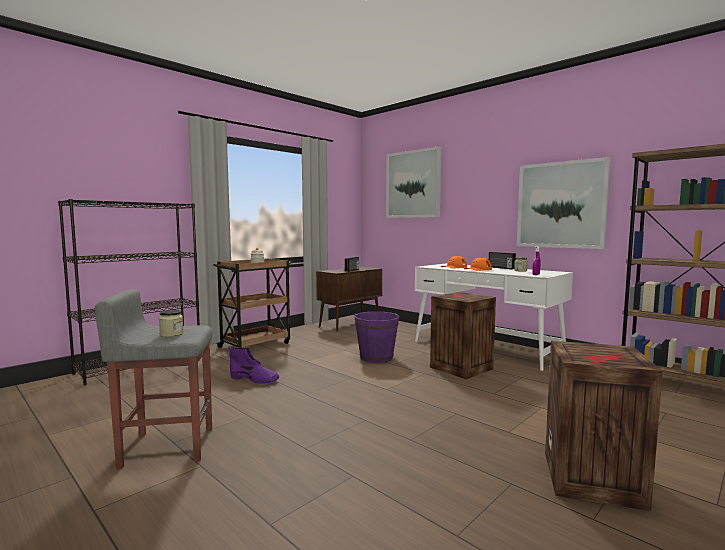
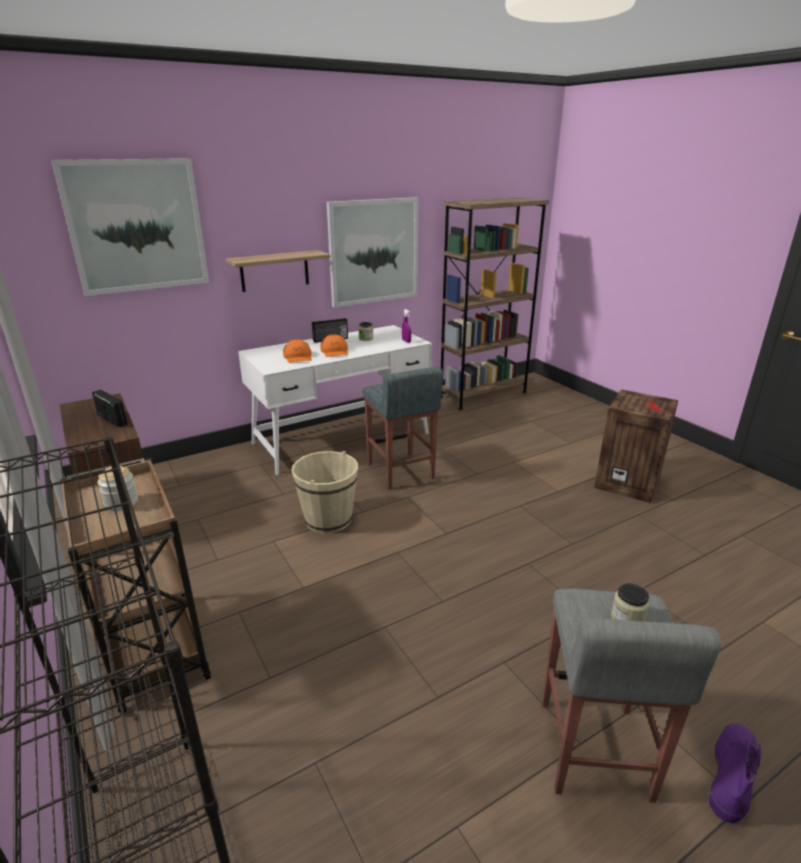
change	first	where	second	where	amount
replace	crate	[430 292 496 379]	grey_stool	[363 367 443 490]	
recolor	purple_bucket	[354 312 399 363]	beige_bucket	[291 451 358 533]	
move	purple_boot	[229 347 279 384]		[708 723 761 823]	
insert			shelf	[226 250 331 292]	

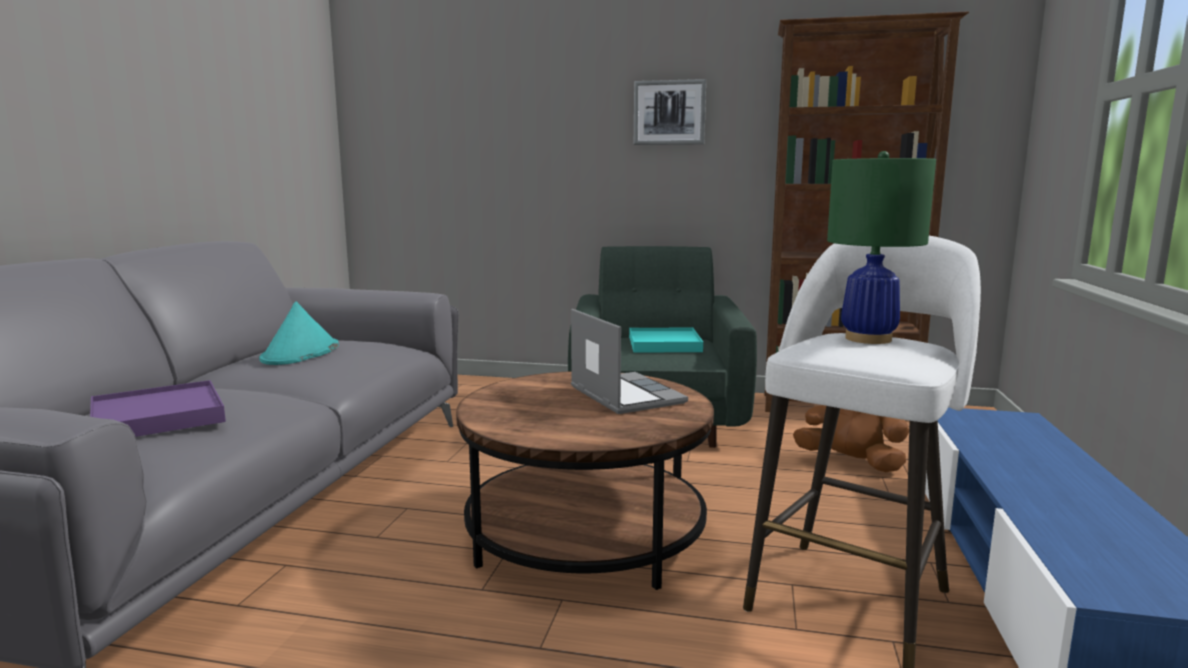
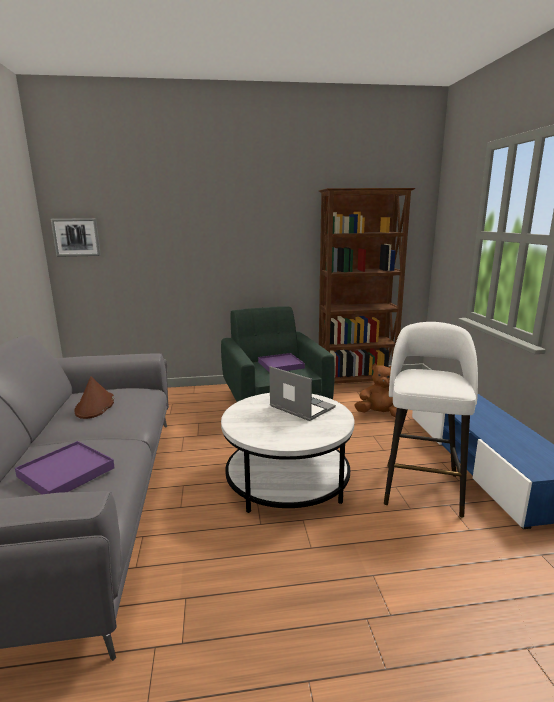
change	first	where	second	where	amount
move	picture	[634 79 706 145]		[51 218 101 257]	
delete	green_table_lamp	[827 151 936 344]			
recolor	turquoise_hat	[259 301 339 365]	brown_hat	[74 376 114 419]	
recolor	turquoise_tray	[629 328 703 352]	purple_tray	[258 353 305 372]	
recolor	brown_coffee_table	[456 371 714 590]	white_coffee_table	[221 393 354 513]	

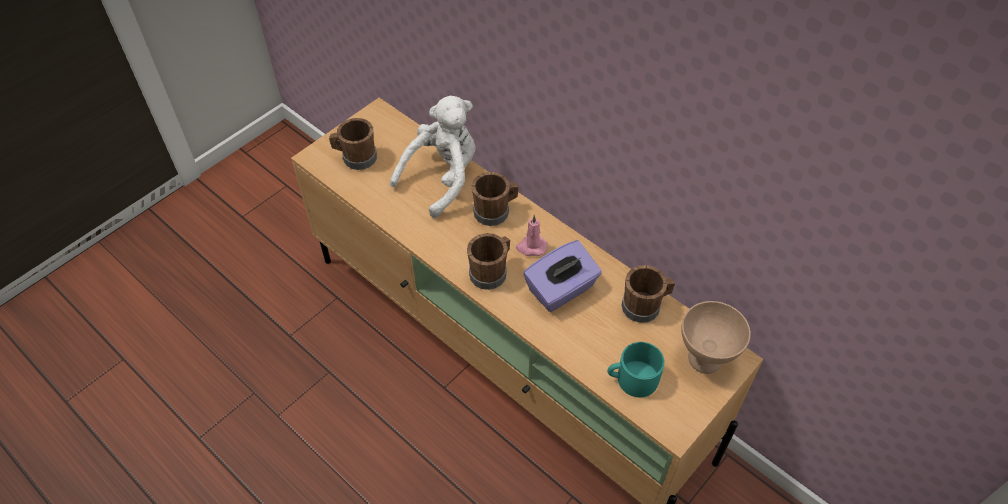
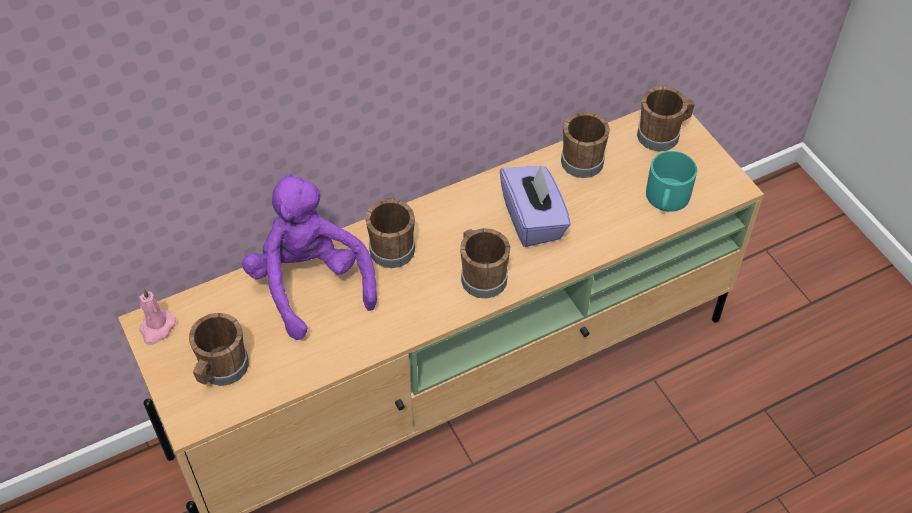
change	first	where	second	where	amount
recolor	white_plush_toy	[390 96 476 218]	purple_plush_toy	[242 173 377 340]	
move	pink_candle	[516 215 547 256]		[139 288 176 345]	
replace	beige_bowl	[681 301 751 374]	brown_mug	[637 86 695 151]	

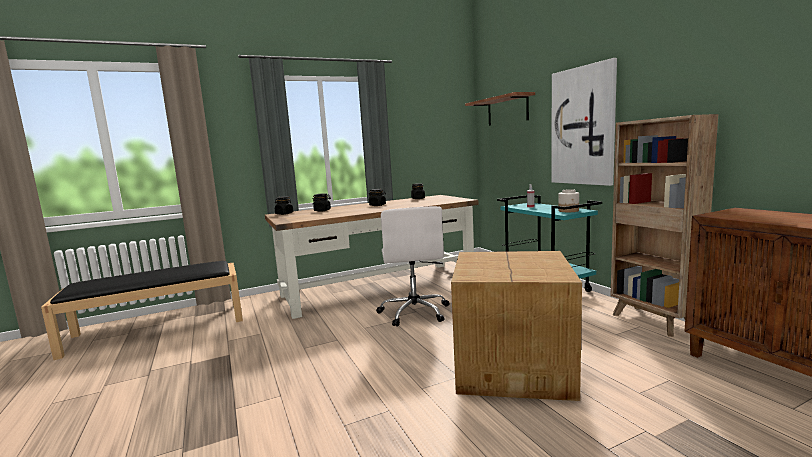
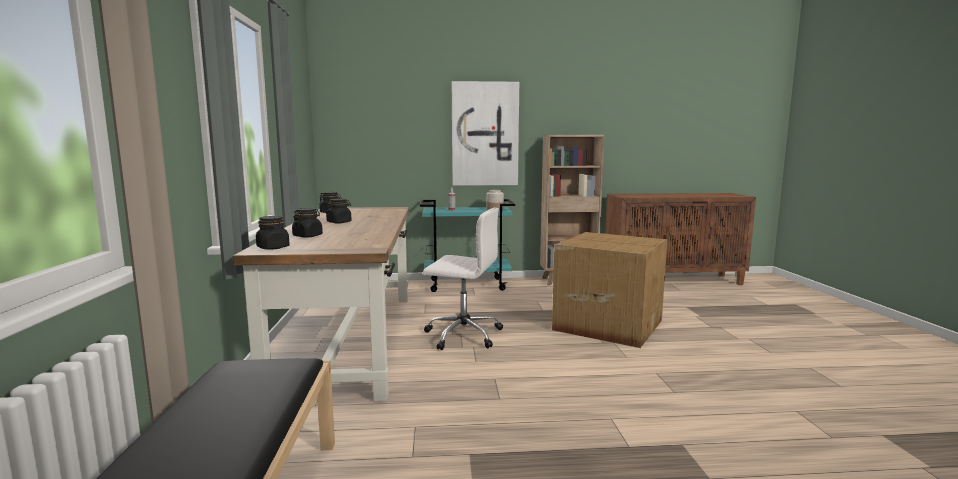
change	first	where	second	where	amount
delete	shelf	[465 92 535 126]			

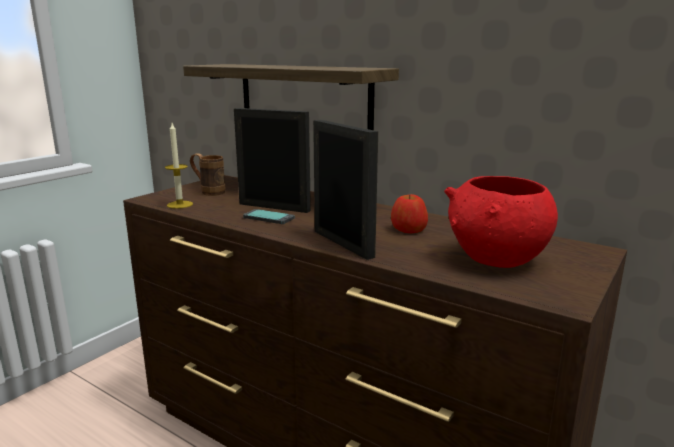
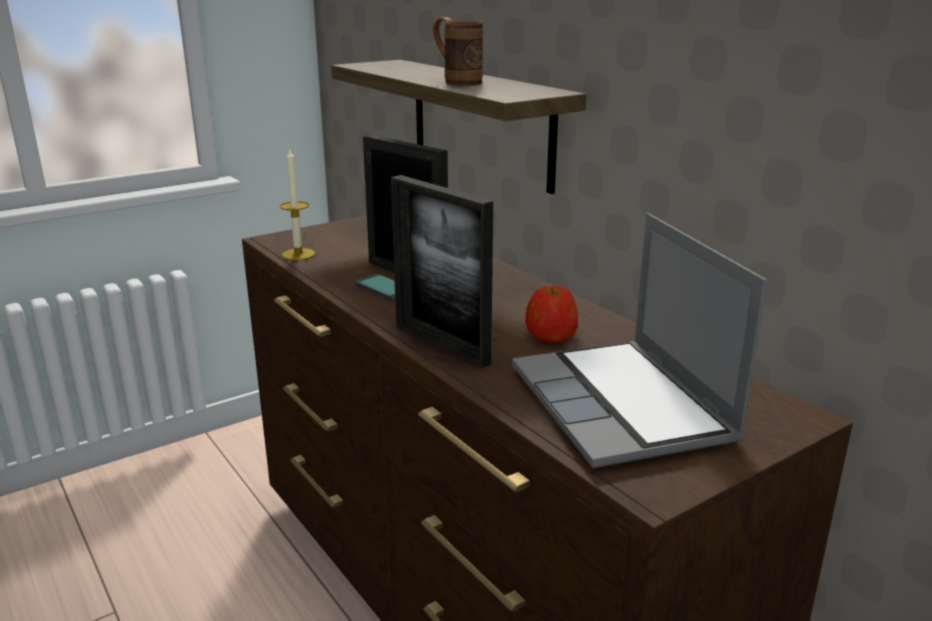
change	first	where	second	where	amount
rotate	picture_frame	[313 120 378 260]		[391 175 493 369]	150 degrees clockwise
move	brown_mug	[190 153 225 196]		[433 17 483 86]	
replace	red_bowl	[444 176 558 268]	laptop	[512 213 767 468]	

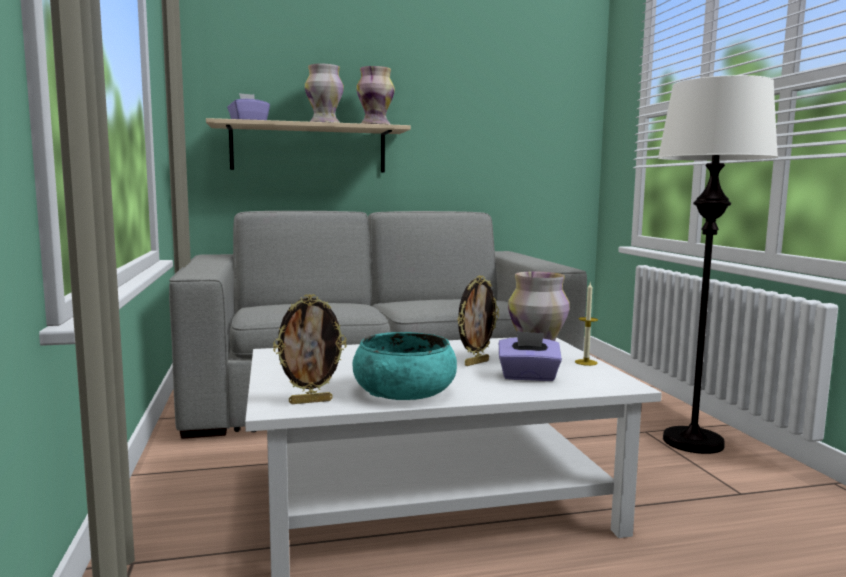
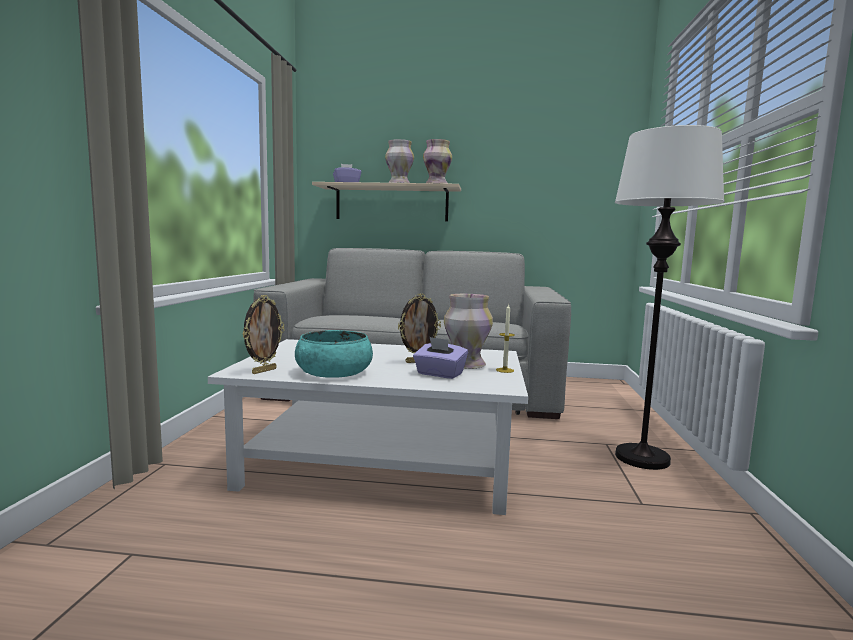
change	first	where	second	where	amount
rotate	picture_frame	[273 294 347 404]		[242 295 285 374]	60 degrees counterclockwise

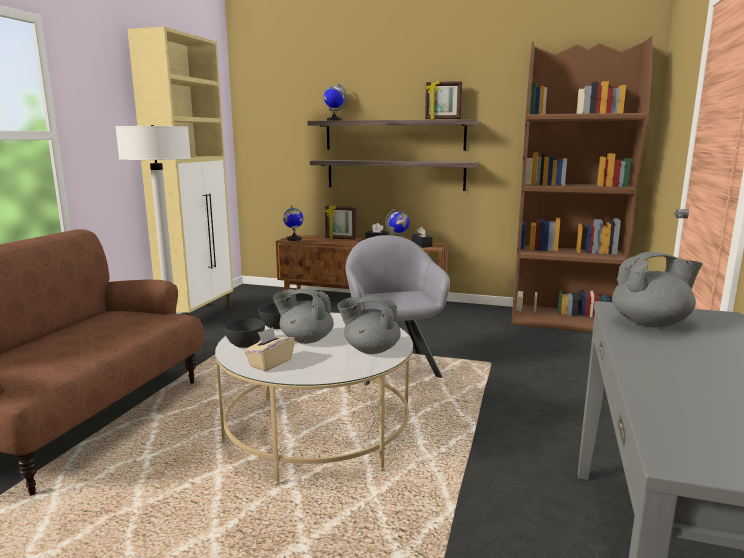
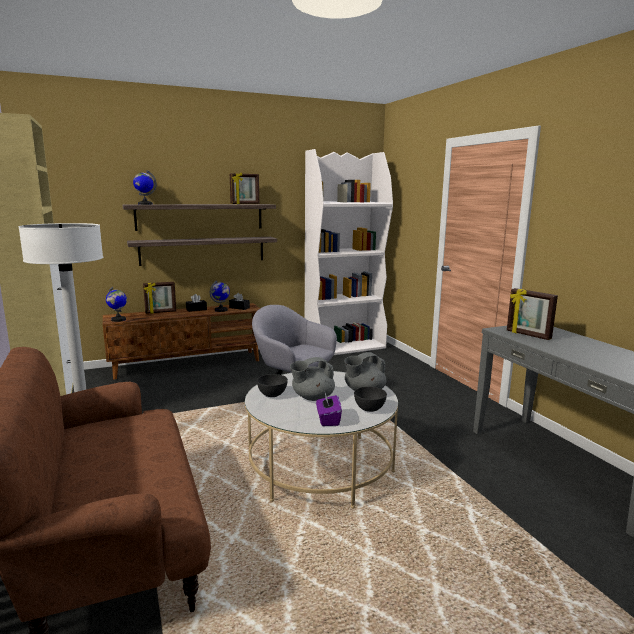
change	first	where	second	where	amount
recolor	brown_bookcase	[512 36 653 332]	white_bookcase	[305 149 393 355]	
replace	grey_teapot	[612 252 703 328]	picture_frame	[507 288 558 340]	
move	grey_bowl	[224 318 265 348]		[354 387 387 412]	
recolor	beige_tissue_box	[244 327 295 371]	purple_tissue_box	[316 393 342 426]	

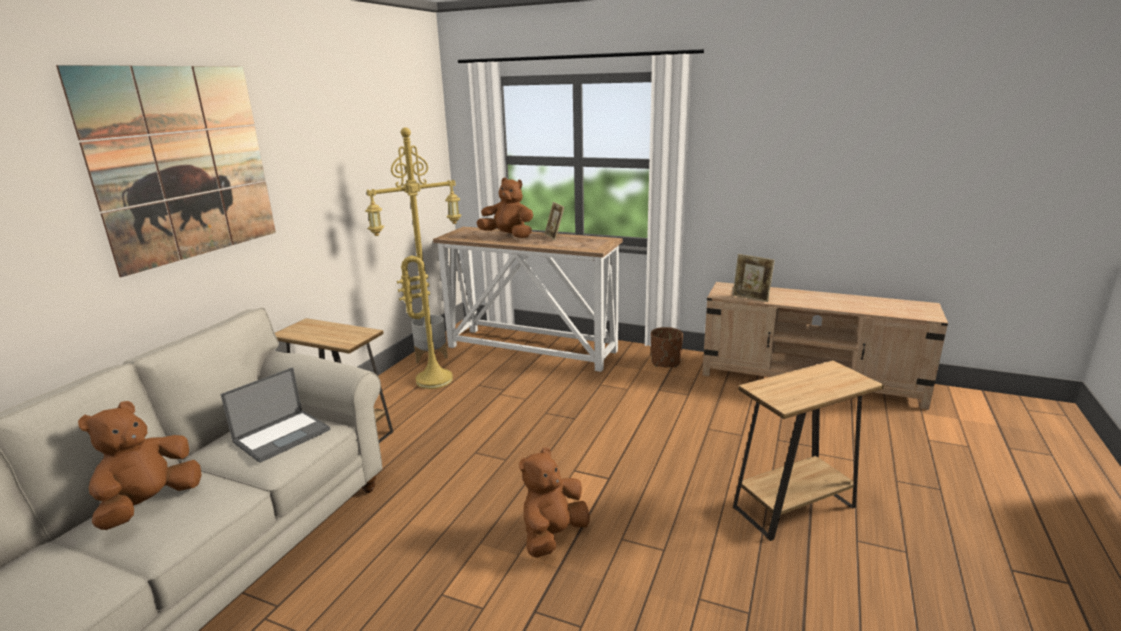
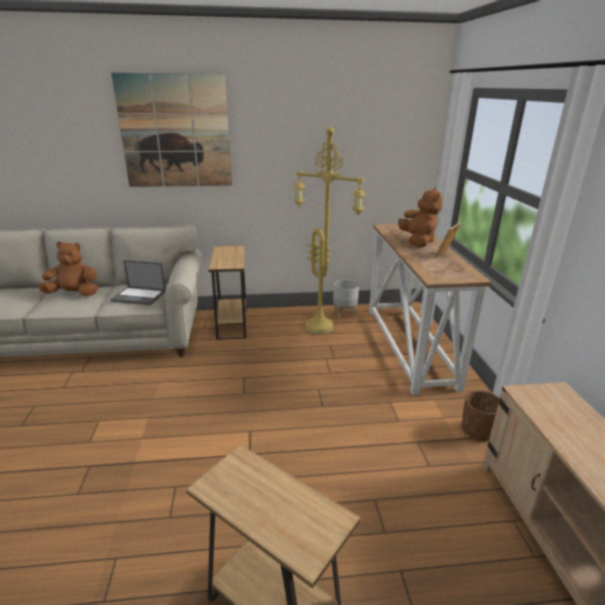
change	first	where	second	where	amount
delete	picture_frame	[733 254 775 302]			
delete	brown_plush_toy	[519 447 590 558]			

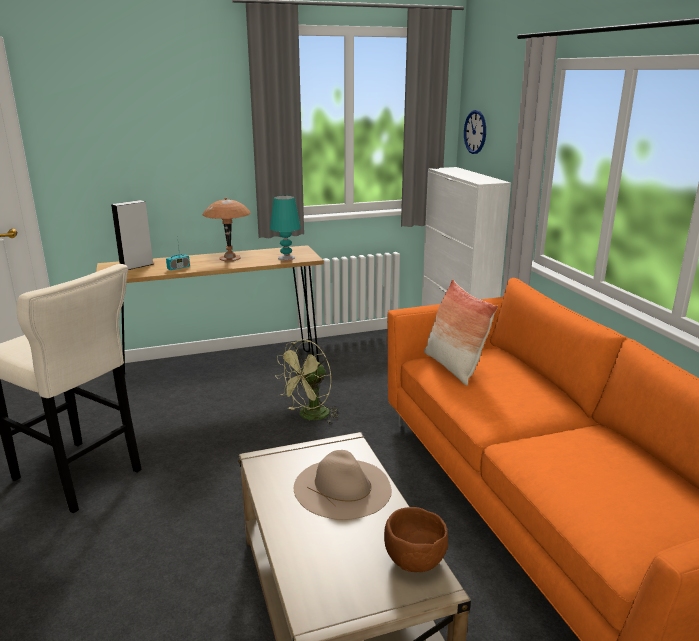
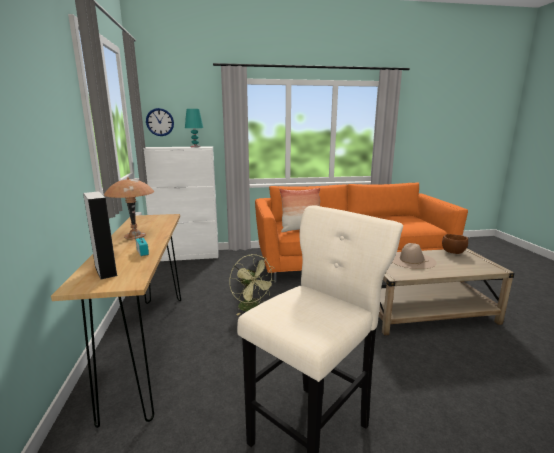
change	first	where	second	where	amount
move	turquoise_table_lamp	[270 195 301 261]		[185 109 203 147]	

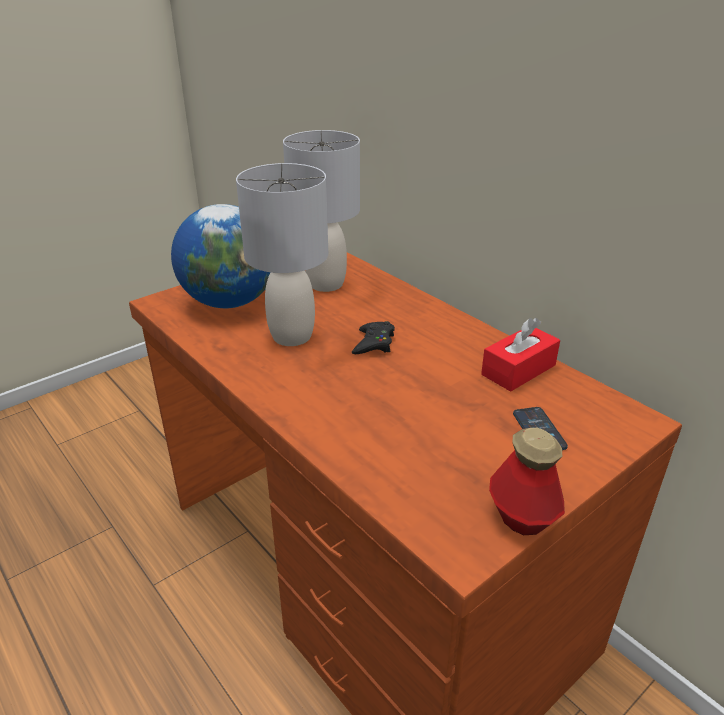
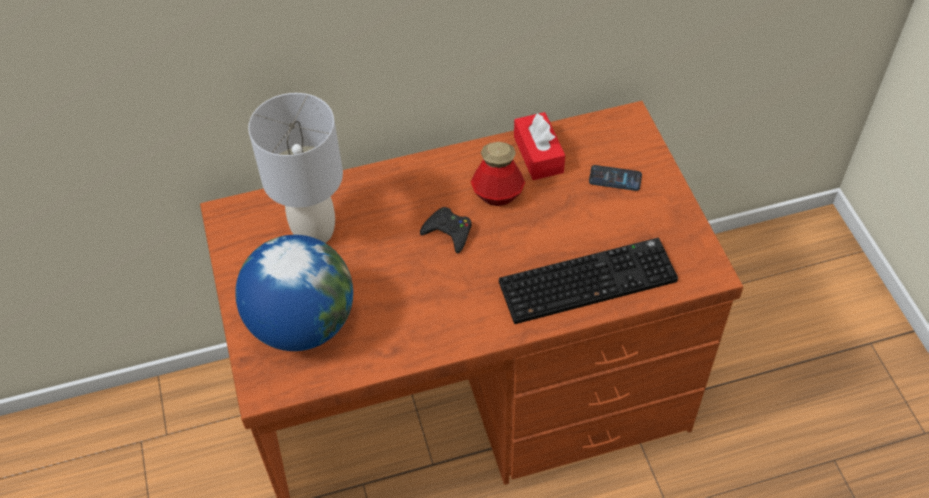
change	first	where	second	where	amount
delete	grey_table_lamp	[236 163 328 346]			
move	bottle	[489 428 565 535]		[471 142 525 206]	
insert			keyboard	[499 238 678 324]	

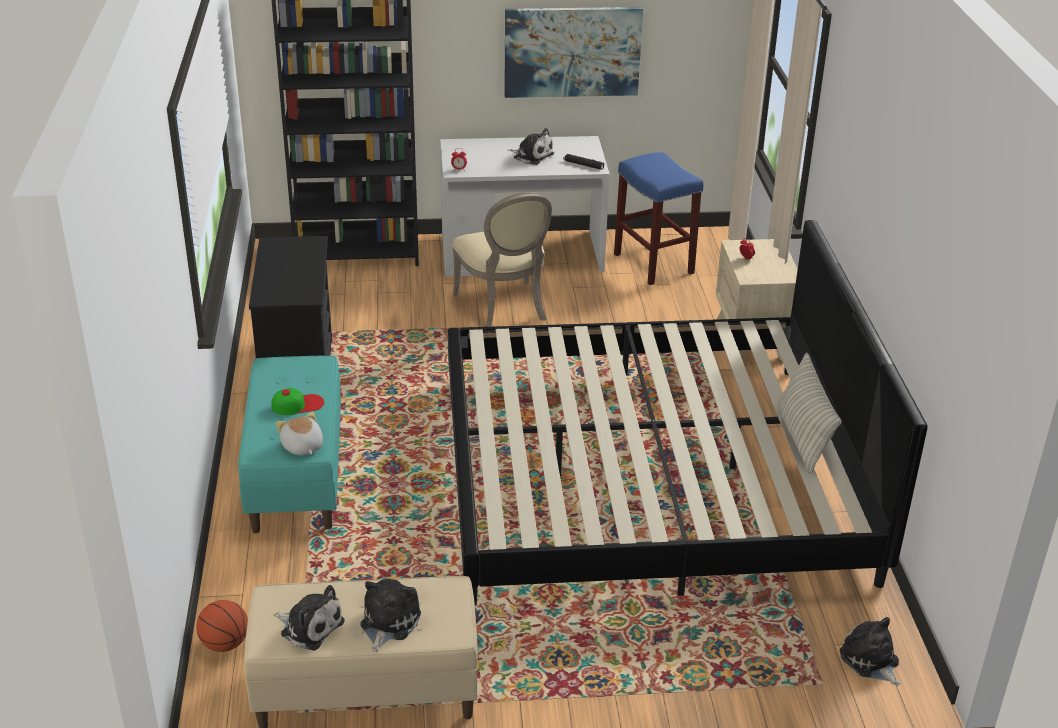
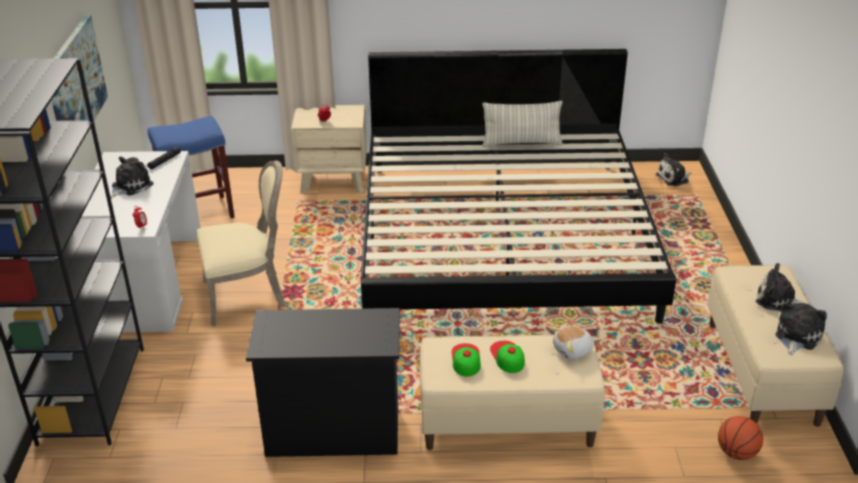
change	first	where	second	where	amount
recolor	turquoise_bench	[238 356 341 533]	beige_bench	[420 335 605 450]	
insert			cap	[452 343 481 377]	

